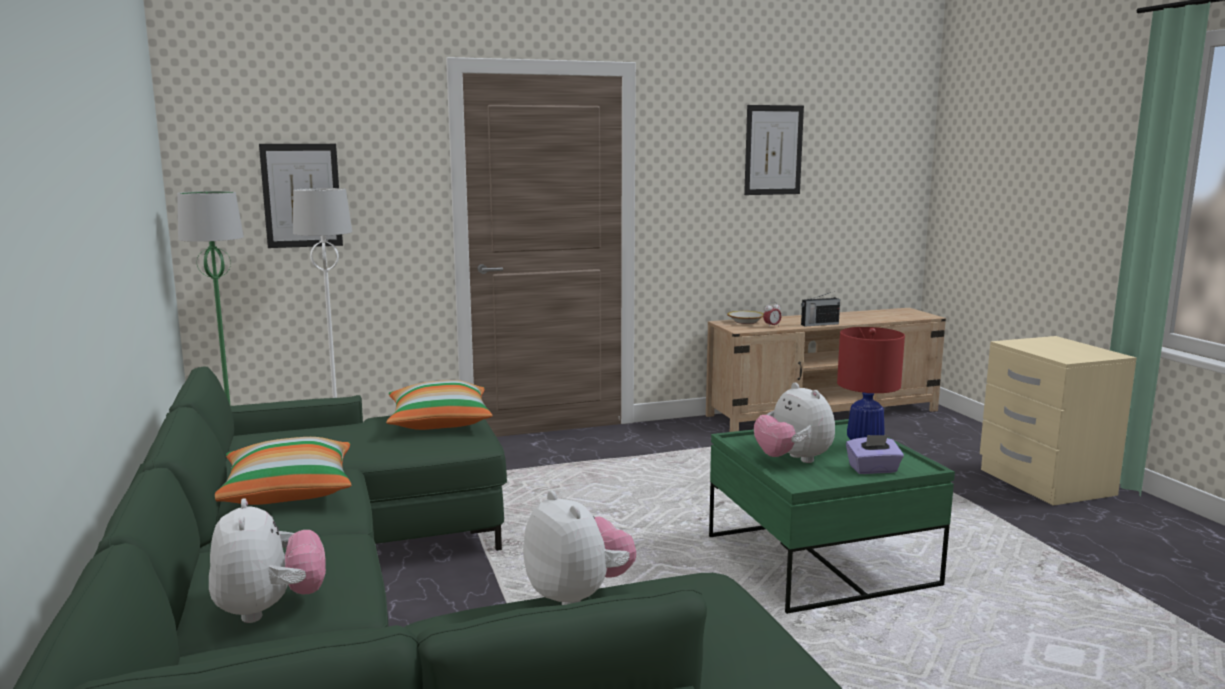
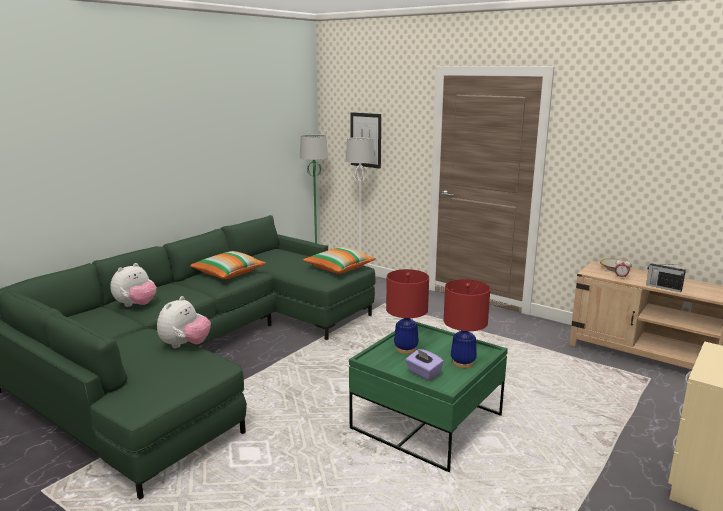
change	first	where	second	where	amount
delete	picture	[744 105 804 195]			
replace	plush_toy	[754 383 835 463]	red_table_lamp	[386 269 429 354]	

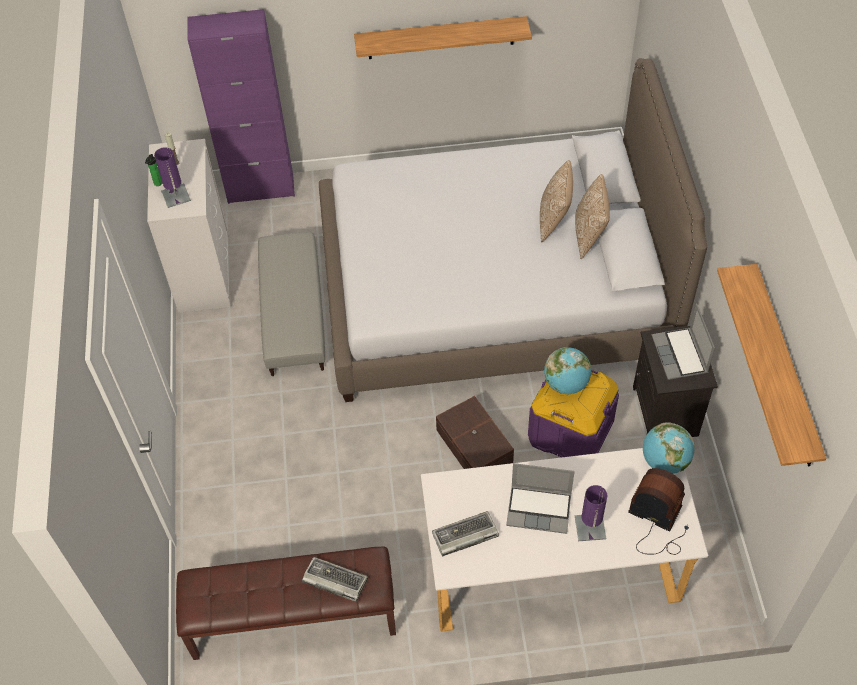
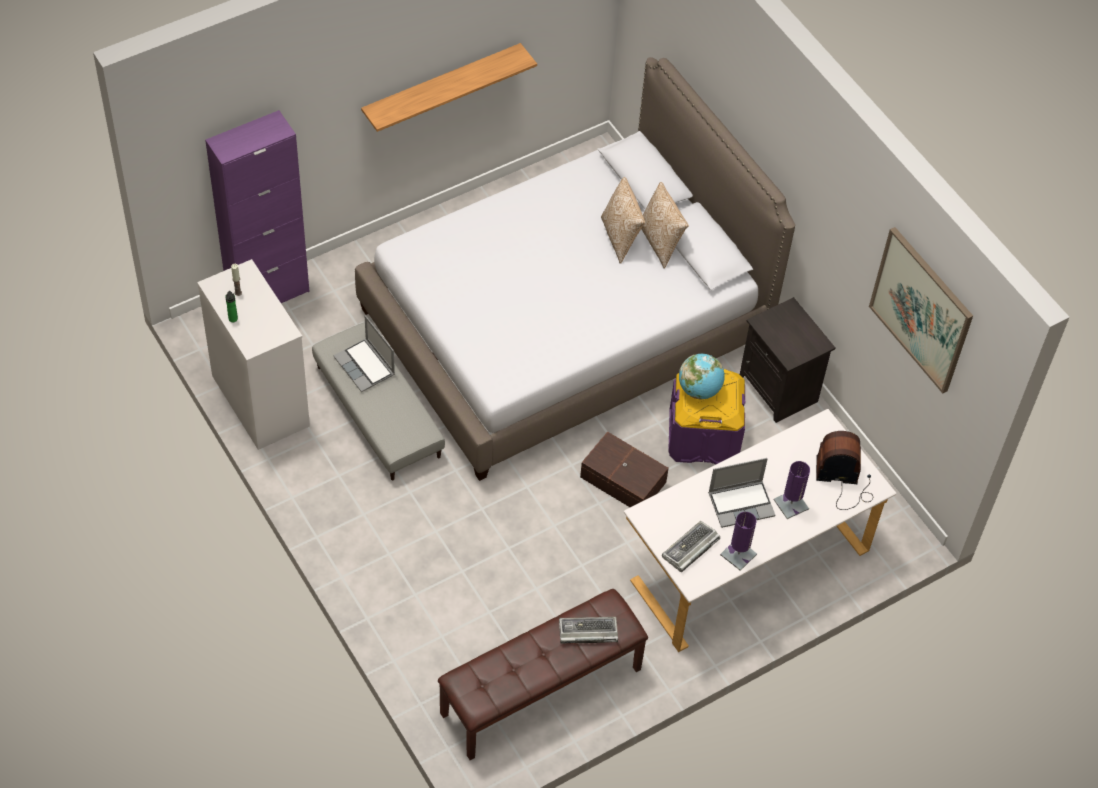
change	first	where	second	where	amount
move	purple_table_lamp	[154 147 191 208]		[720 512 757 571]	
replace	shelf	[717 264 826 467]	picture	[869 227 973 393]	
move	laptop	[652 303 715 380]		[333 315 395 392]	
delete	globe	[643 422 694 474]			

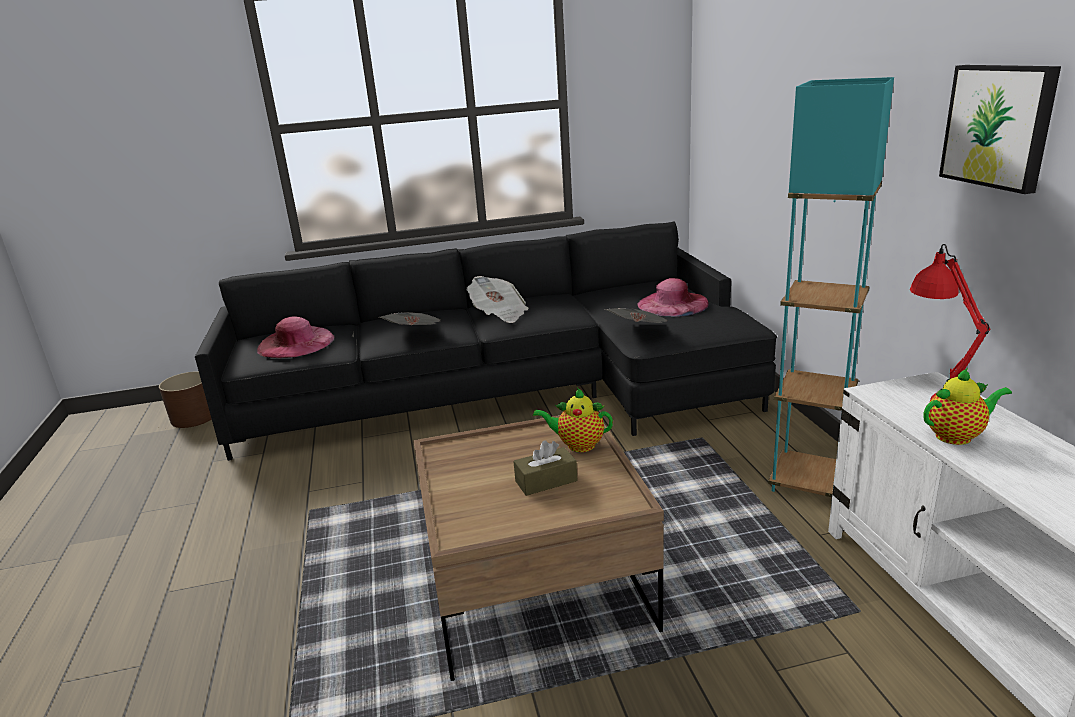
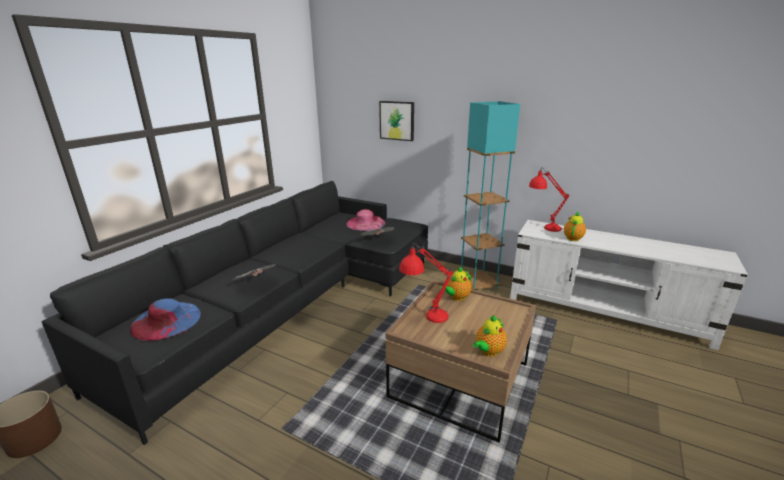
change	first	where	second	where	amount
move	picture	[939 65 1061 194]		[379 101 414 141]	
delete	newspaper	[467 276 529 323]			
recolor	pink_hat	[257 317 335 358]	blue_hat	[130 298 201 341]	
delete	brown_tissue_box	[513 440 577 496]			
insert			red_table_lamp	[399 243 453 323]	
insert			teapot	[473 315 507 357]	

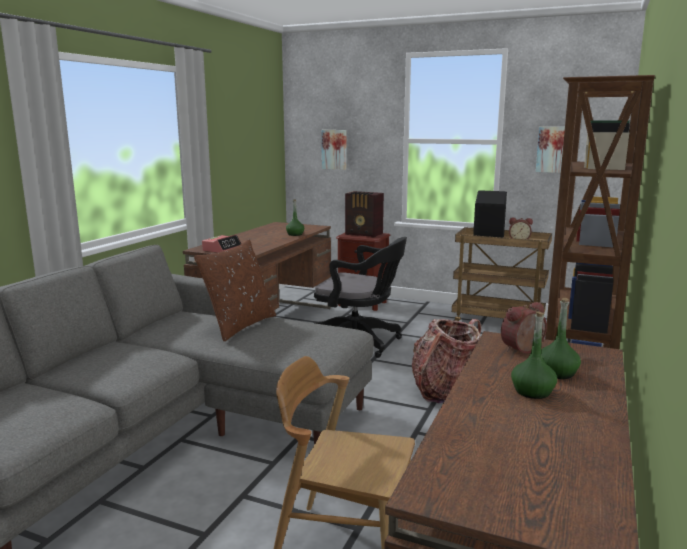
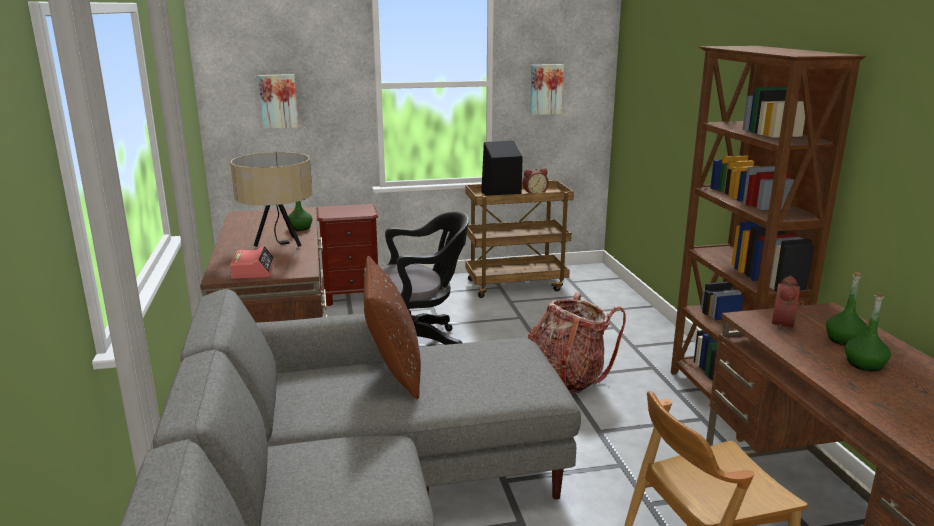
change	first	where	second	where	amount
delete	radio	[345 191 384 237]			
insert			beige_table_lamp	[230 152 312 247]	

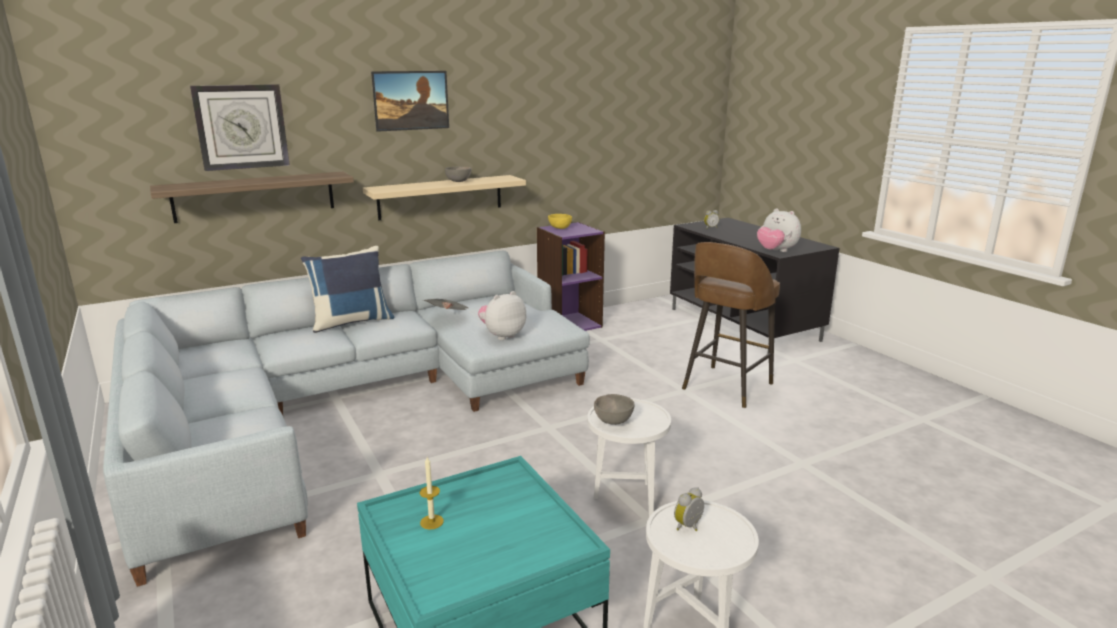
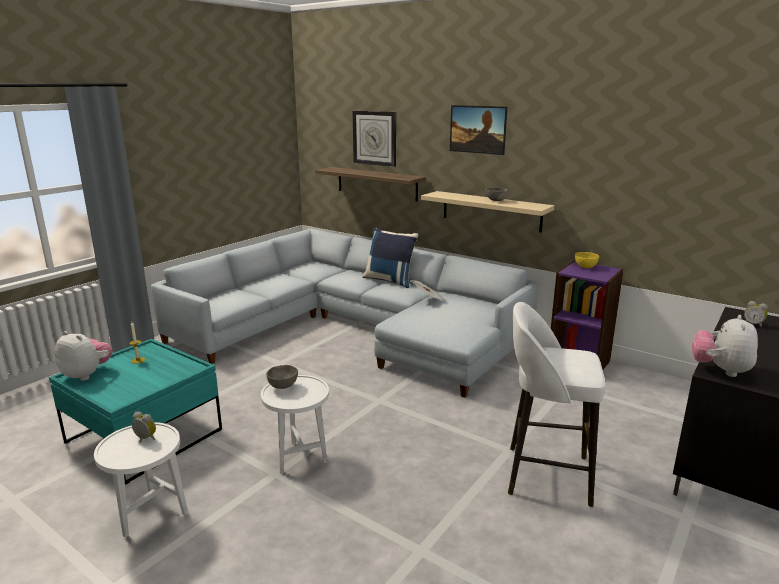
change	first	where	second	where	amount
recolor	brown_stool	[682 242 780 408]	white_stool	[508 302 605 507]	
move	plush_toy	[478 291 526 340]		[55 331 112 381]	

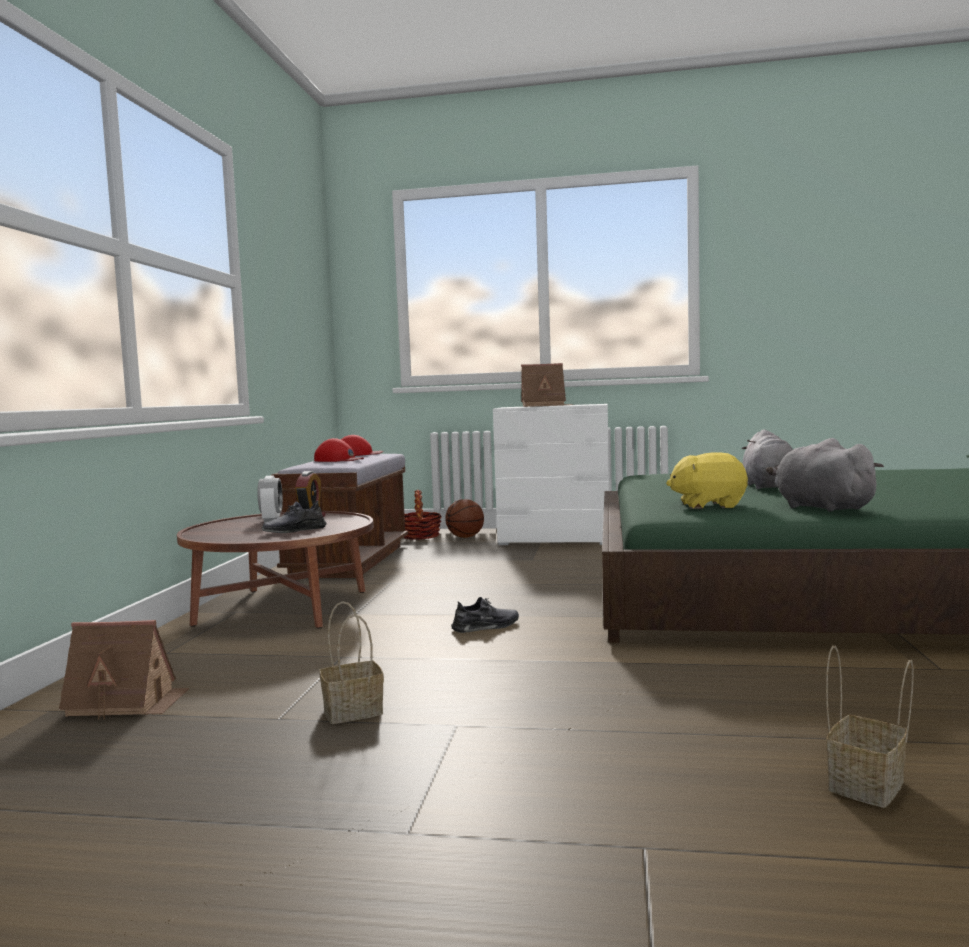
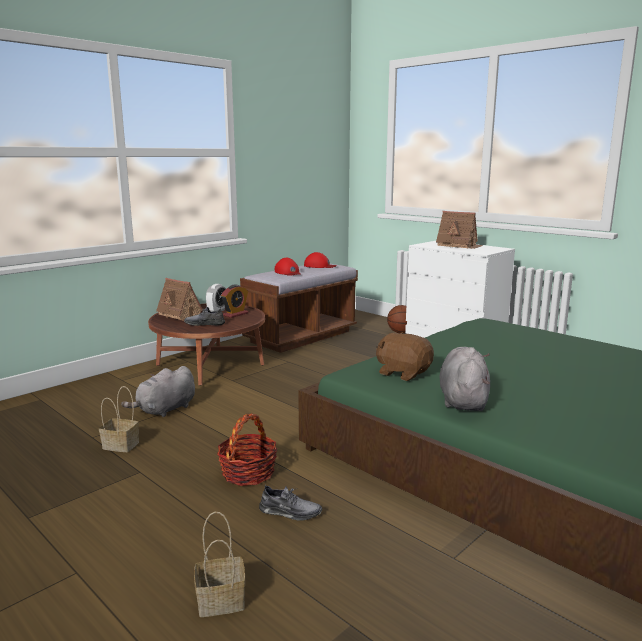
change	first	where	second	where	amount
move	grey_plush_toy	[742 430 793 489]		[121 366 195 417]	
recolor	yellow_plush_toy	[666 452 748 509]	brown_plush_toy	[376 332 434 381]	
move	basket	[403 490 442 540]		[217 414 277 486]	
move	grey_shoe	[451 597 519 633]		[259 485 322 521]	
move	toy_house	[59 620 189 720]		[156 278 203 321]	

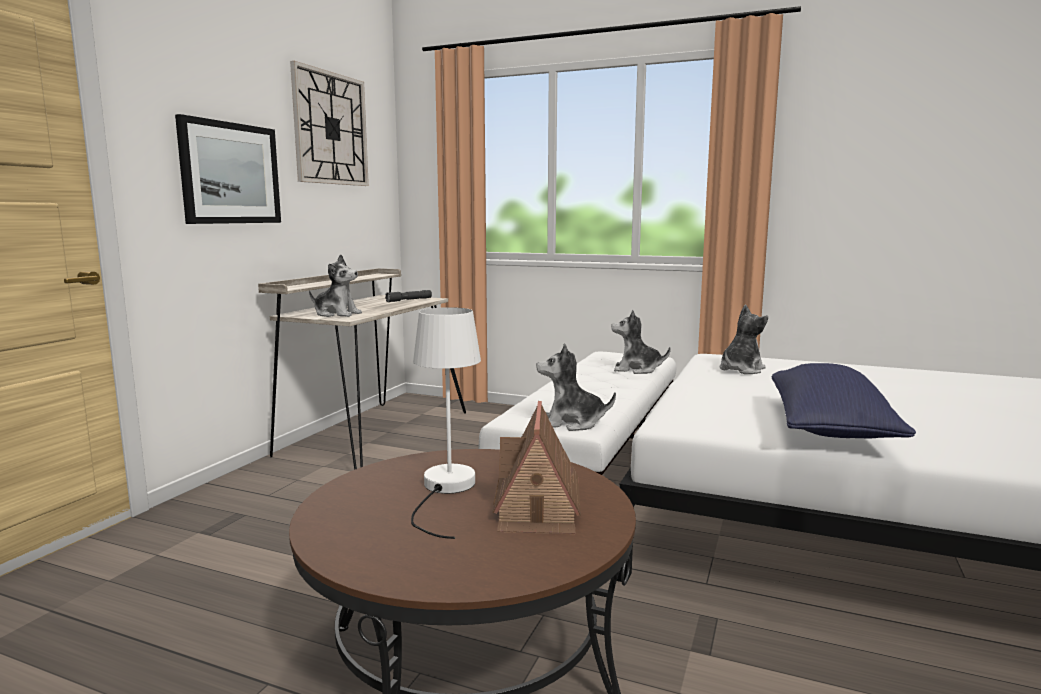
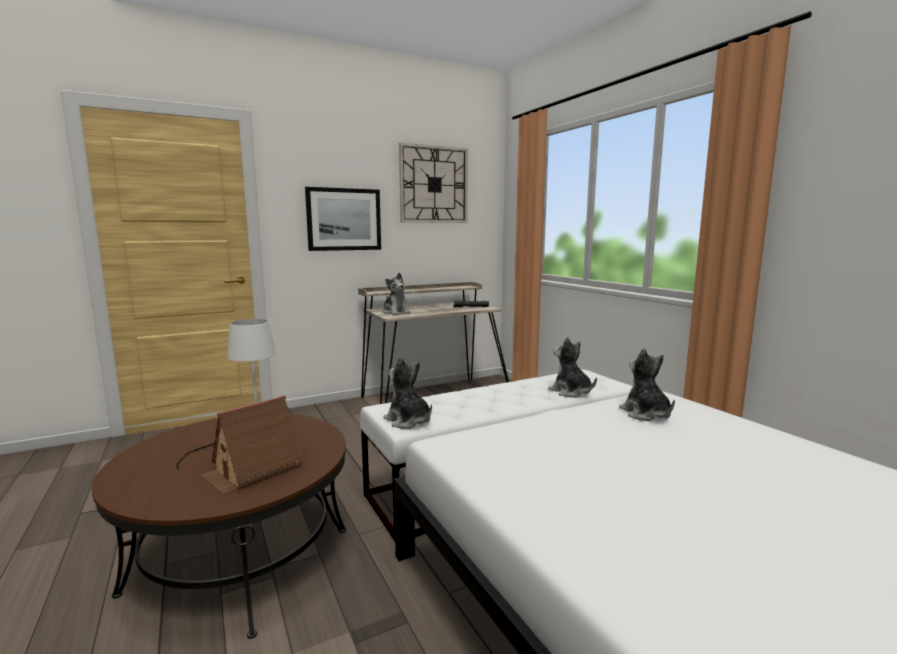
change	first	where	second	where	amount
rotate	plush_toy	[720 305 768 374]		[619 348 675 421]	105 degrees counterclockwise
delete	blue_pillow	[772 363 916 438]			

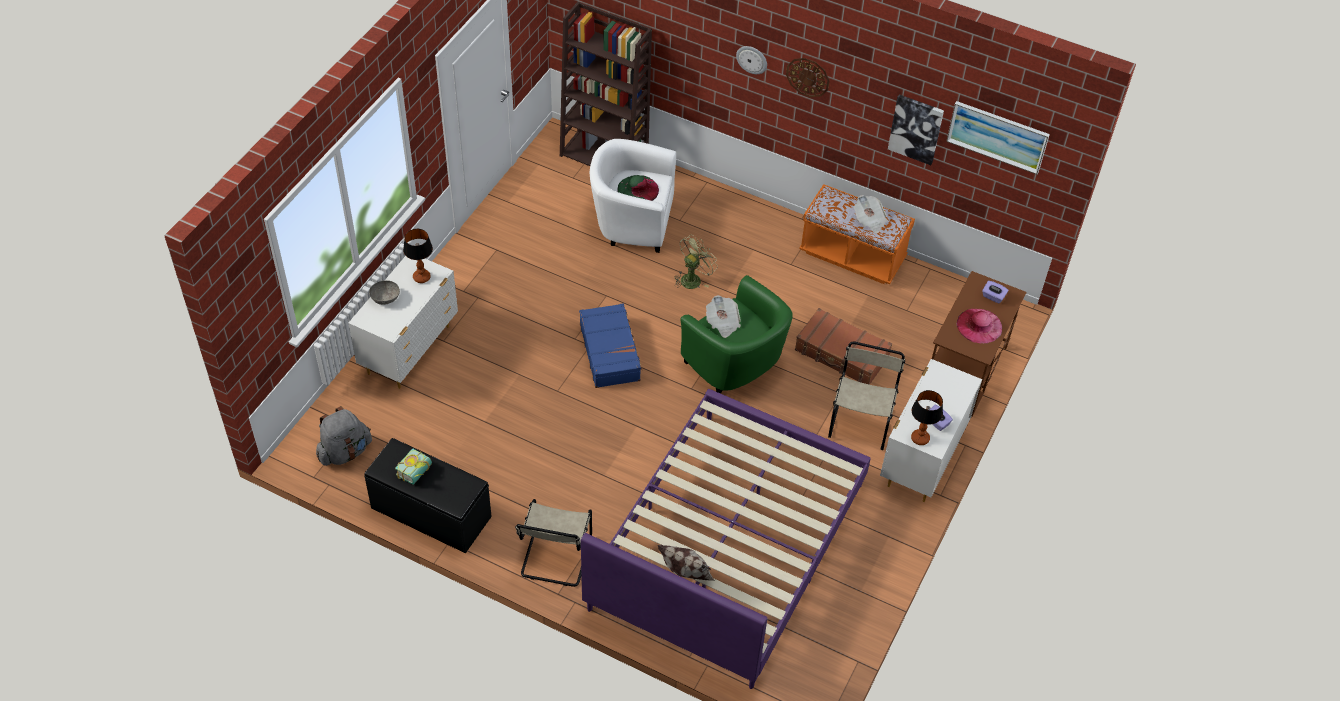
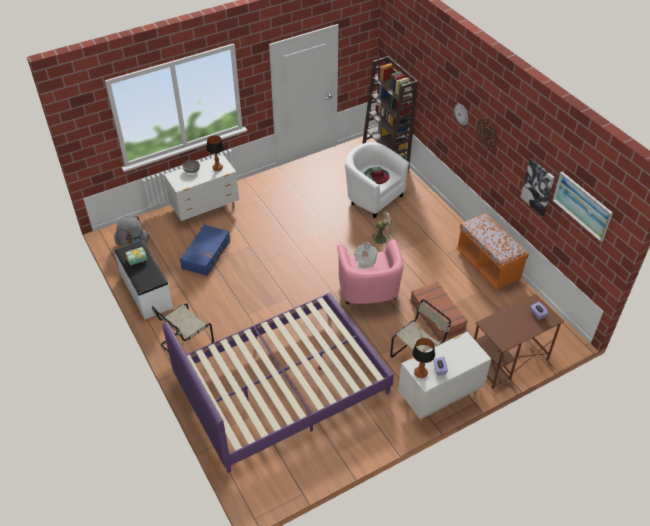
change	first	where	second	where	amount
delete	newspaper	[854 195 888 233]			
recolor	green_armchair	[680 275 793 393]	pink_armchair	[337 239 404 304]	
move	blue_suitcase	[579 304 642 388]		[180 224 231 276]	
delete	pink_hat	[957 309 1002 343]			
recolor	black_bench	[364 438 492 553]	white_bench	[114 240 173 319]	
delete	pillow	[657 545 714 581]			

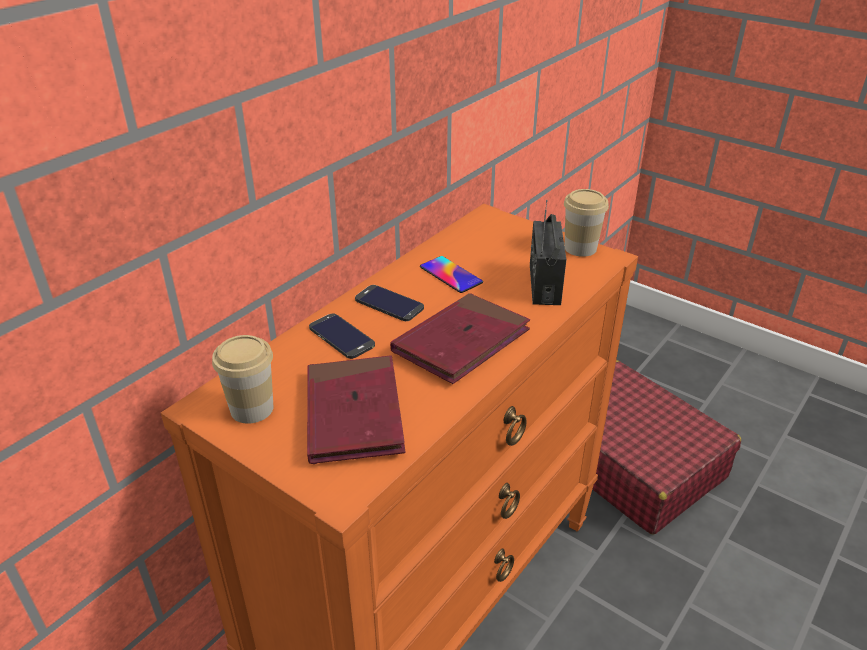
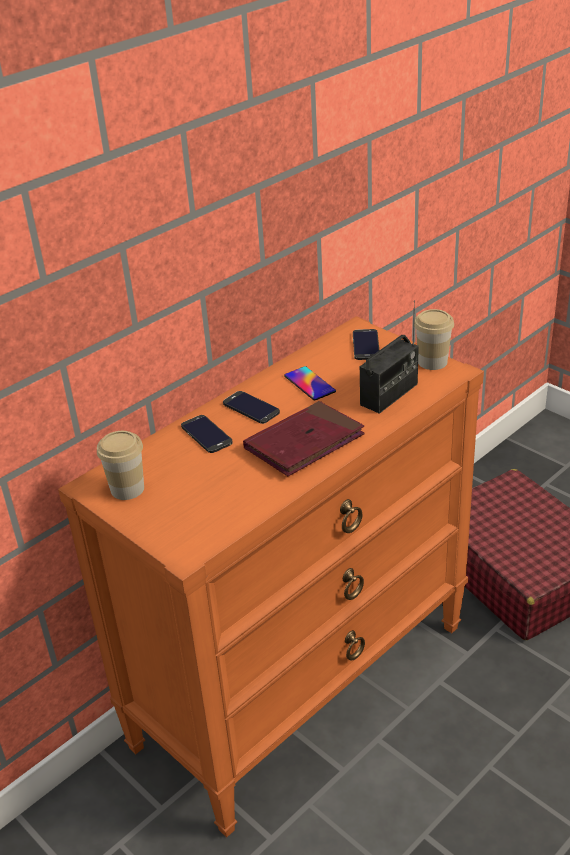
change	first	where	second	where	amount
rotate	radio	[530 200 566 305]		[360 300 419 414]	150 degrees counterclockwise
delete	red_book	[307 355 405 464]			
insert			phone	[353 329 379 360]	

